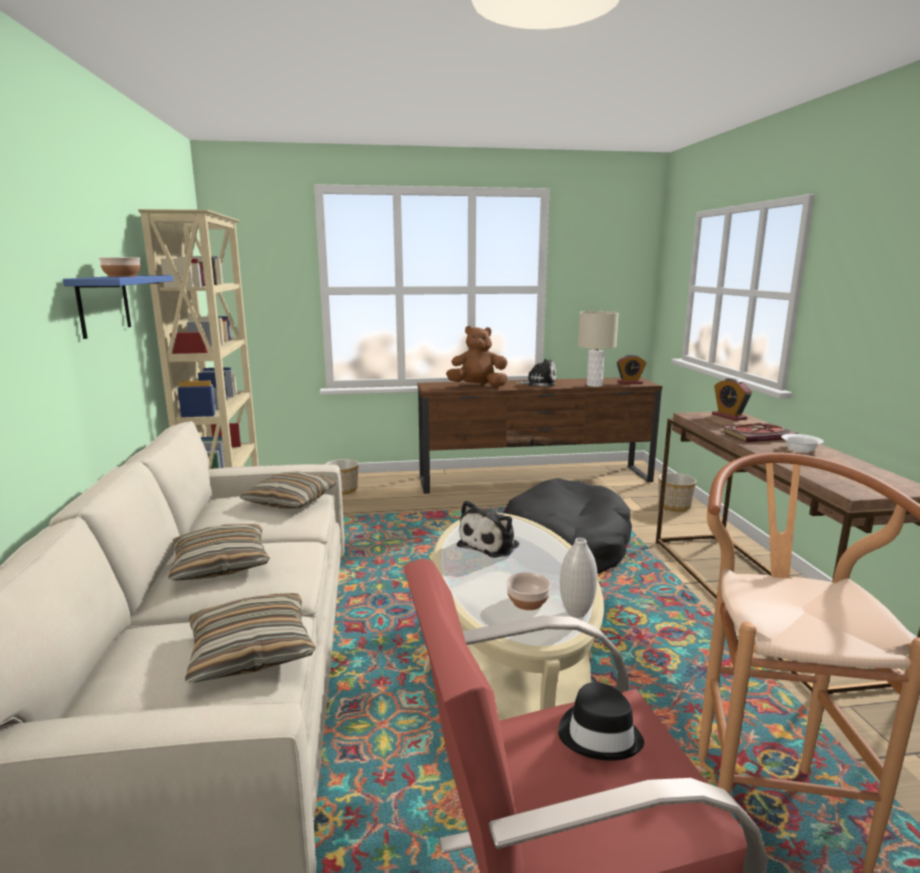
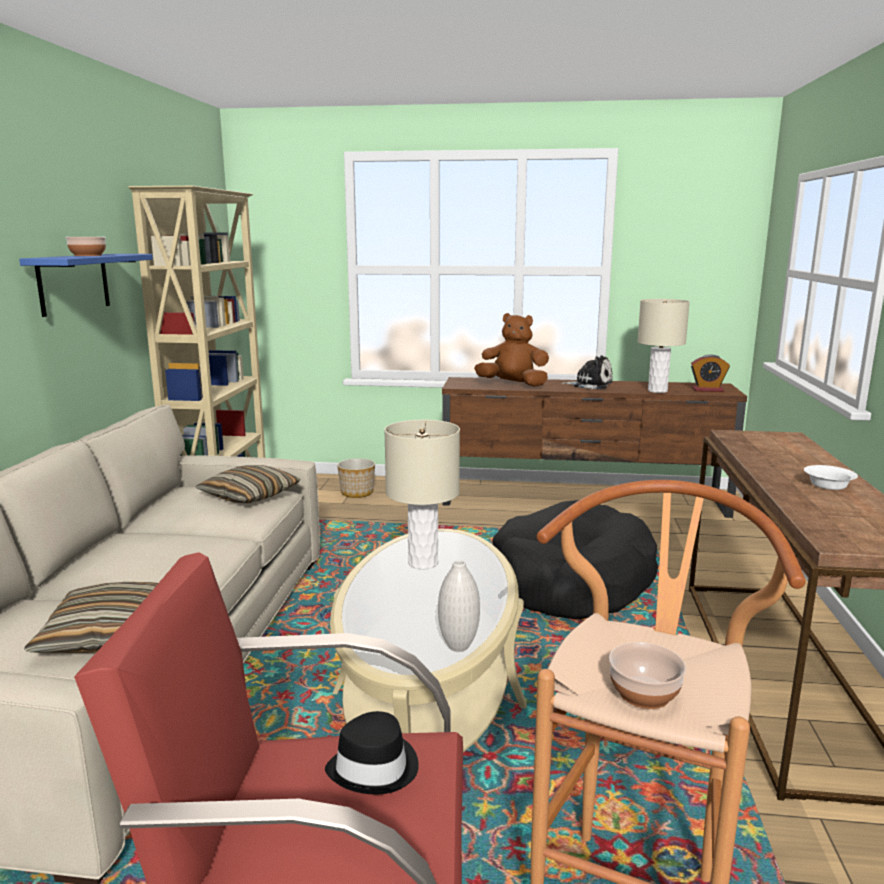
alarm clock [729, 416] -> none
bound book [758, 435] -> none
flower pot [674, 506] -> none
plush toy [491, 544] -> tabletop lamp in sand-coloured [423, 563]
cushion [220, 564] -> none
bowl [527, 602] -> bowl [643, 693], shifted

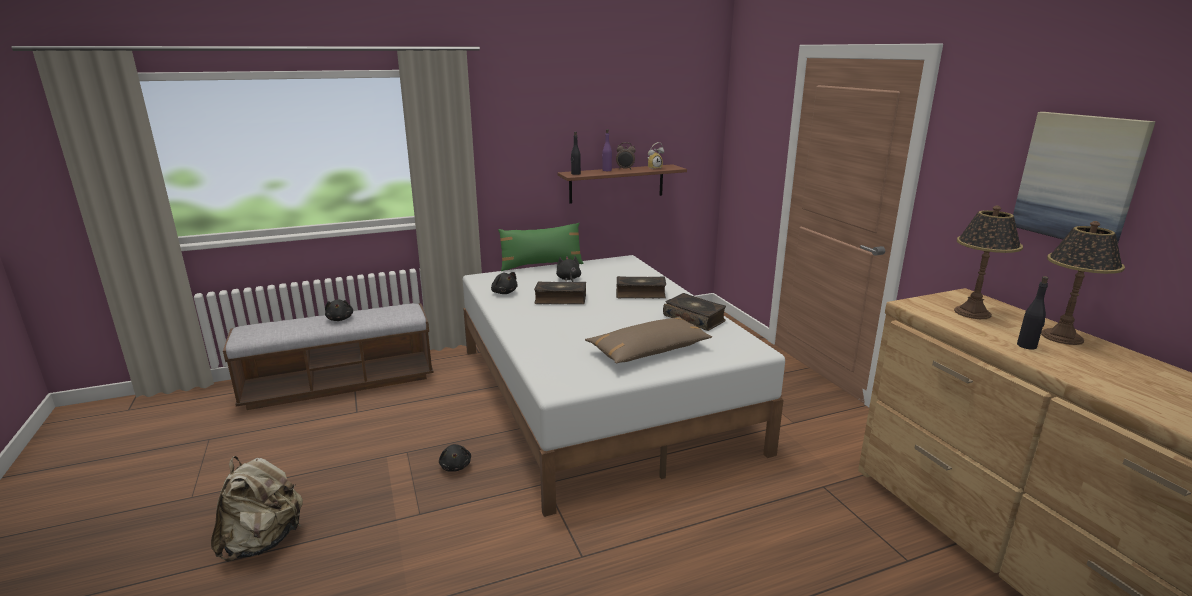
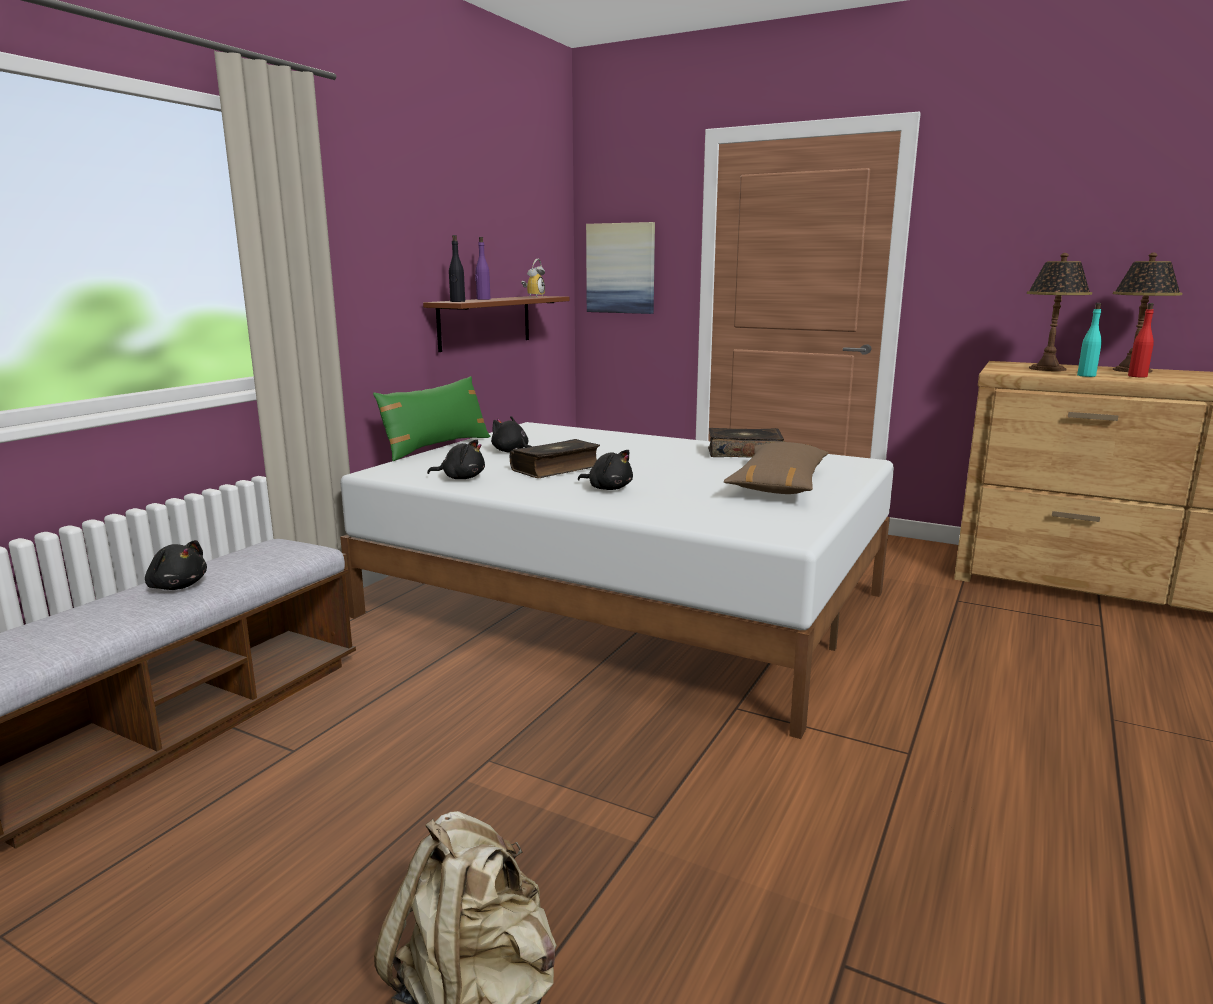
picture [1078, 178] -> picture [621, 268], shifted
alarm clock [625, 169] -> none
bound book [640, 293] -> none
bottle in black [1027, 346] -> bottle in red-coloured [1137, 376]
plush toy in black [455, 466] -> plush toy in black [608, 488], shifted
none -> bottle in blue-green [1086, 375]

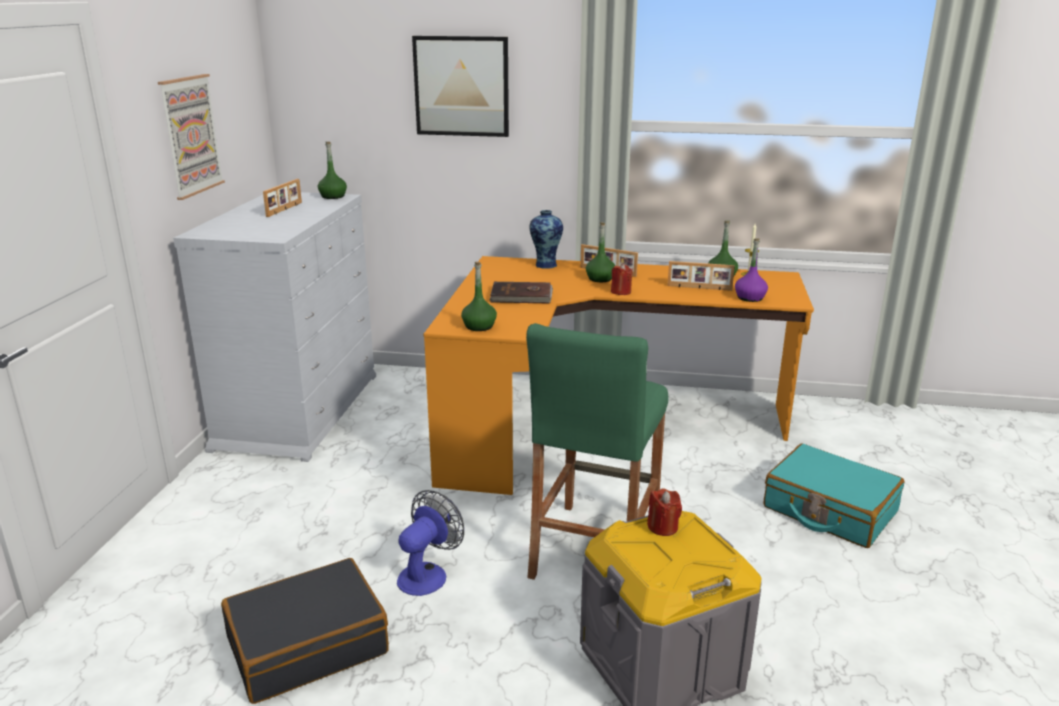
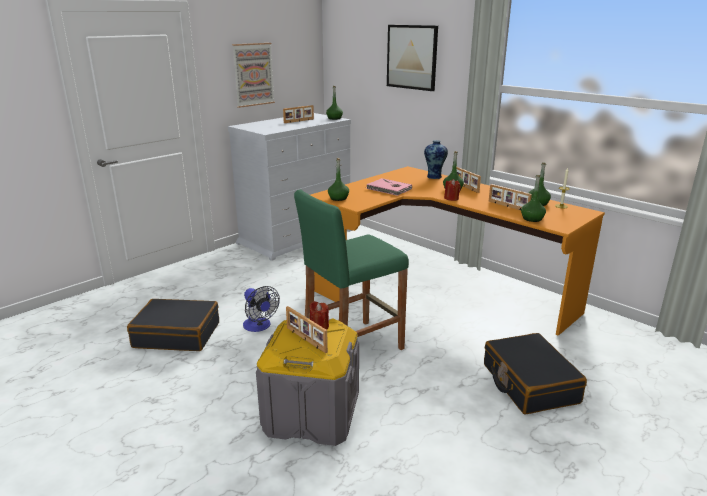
bottle in purple [749, 298] -> bottle in green-coloured [532, 219]
bound book in brown-coloured [521, 296] -> bound book in pinkish [389, 189]
suitcase in blue-green [829, 510] -> suitcase in black [529, 383]
electric fan [427, 574] -> electric fan [259, 326], 75 degrees clockwise
none -> standing frame [305, 340]

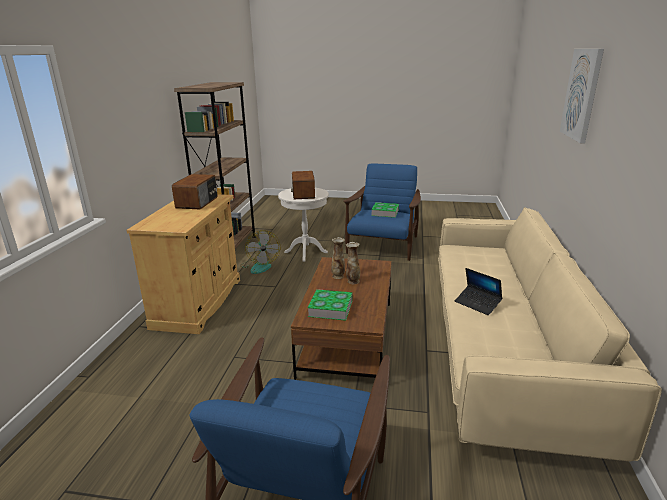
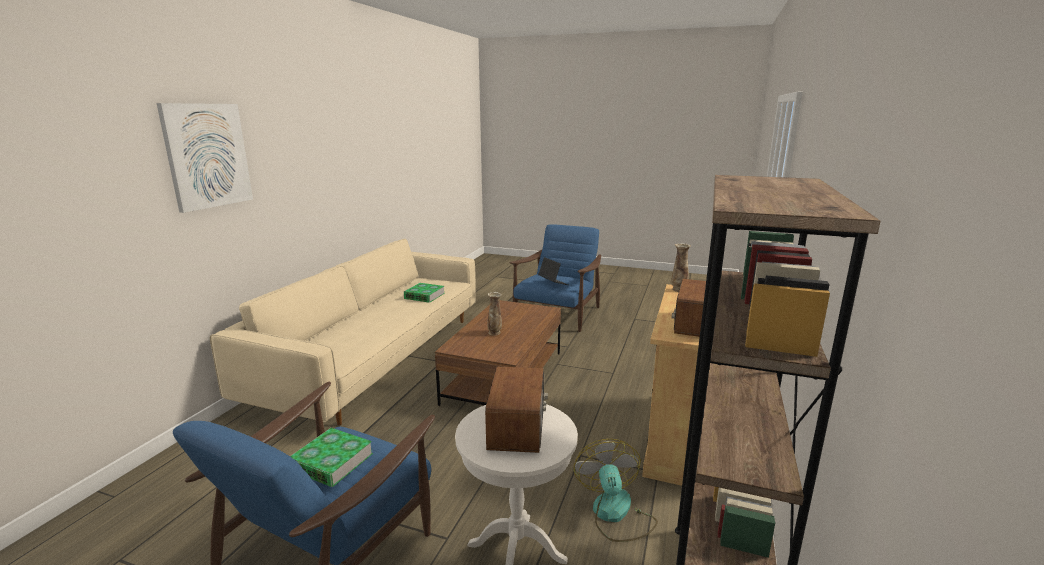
flower vase [338, 276] -> flower vase [678, 290], shifted
portable computer [477, 304] -> portable computer [553, 283], shifted
bound book [330, 308] -> bound book [424, 296], shifted

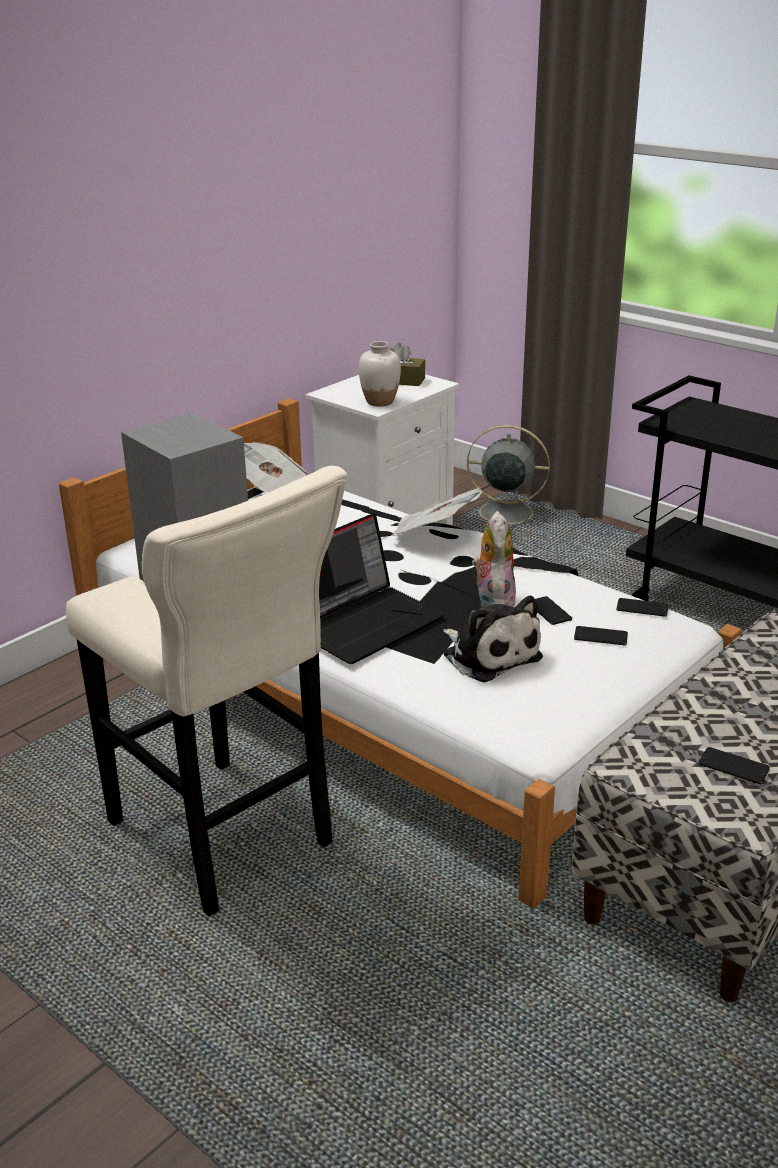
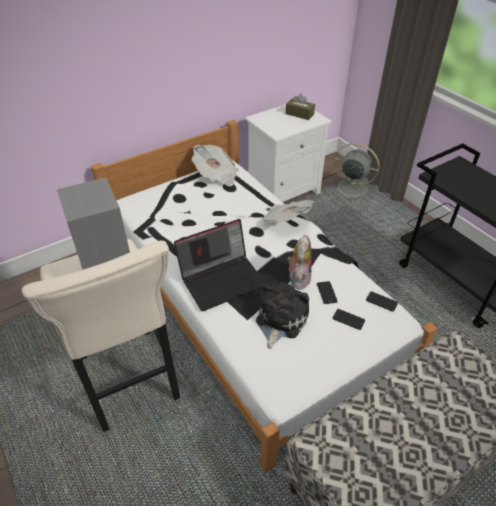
flower vase in white-coloured [379, 402] -> none
plush toy [489, 655] -> plush toy [280, 320], 135 degrees counterclockwise
handset [733, 766] -> none

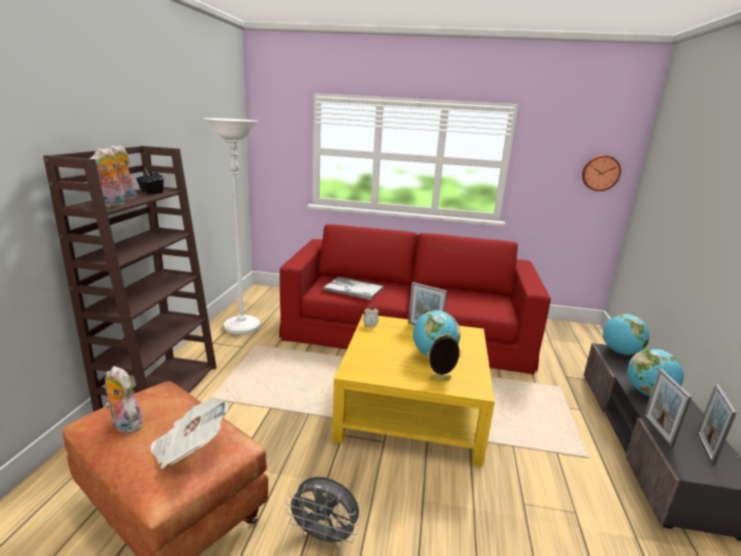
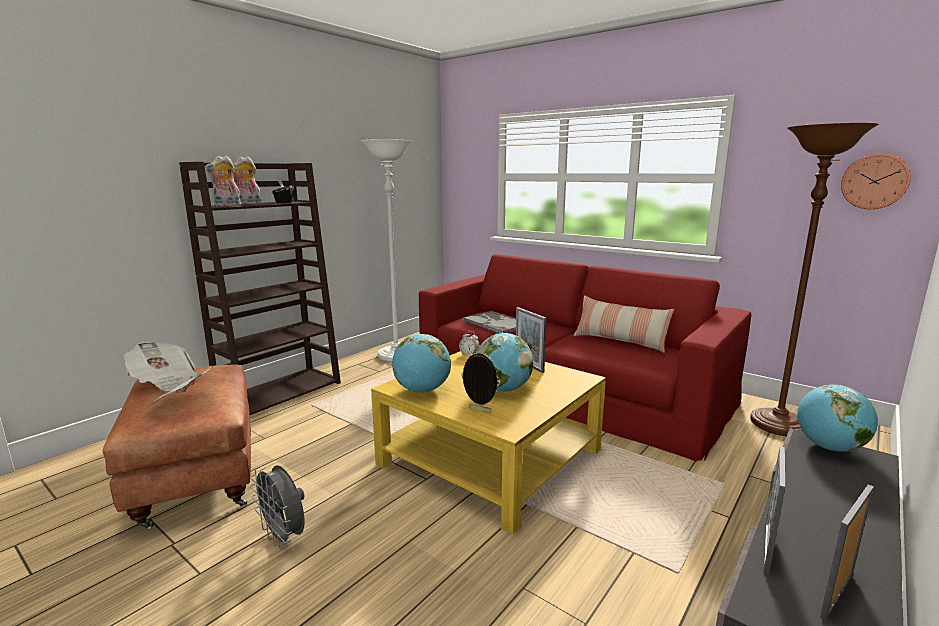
desk globe [648, 393] -> desk globe [422, 390], shifted
plush toy [124, 425] -> daily paper [164, 381]
none -> standard lamp in brown-coloured [778, 425]
none -> cushion [620, 341]

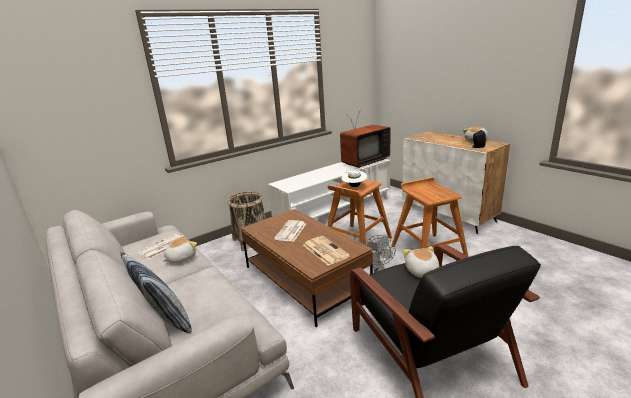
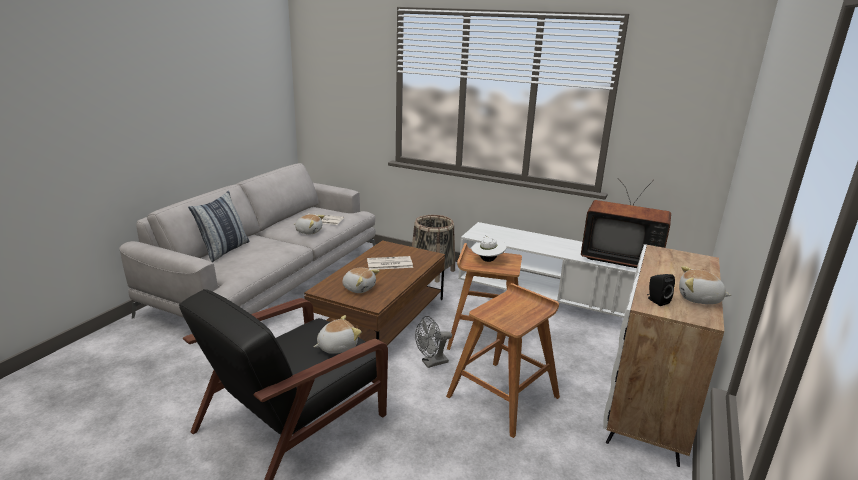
daily paper [324, 250] -> plush toy [359, 288]

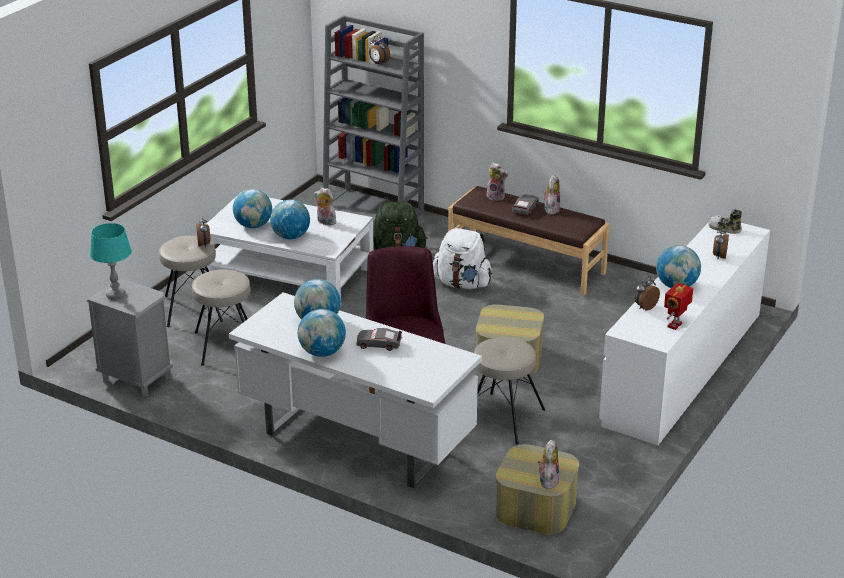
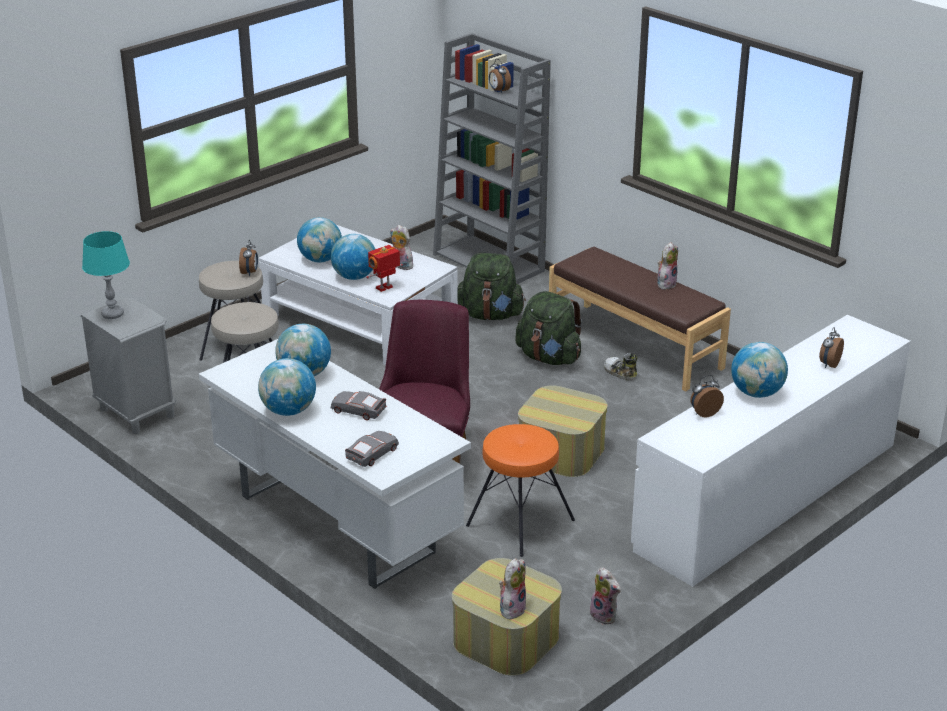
plush toy [496, 197] -> plush toy [605, 615], shifted
miniature car in gray [525, 208] -> miniature car in gray [372, 454], shifted
item of footwear [724, 228] -> item of footwear [620, 373], shifted
knapsack in white-coloured [462, 284] -> knapsack in green-coloured [549, 358]
model robot [675, 325] -> model robot [385, 288], shifted
stool in sand-coloured [502, 418] -> stool in orange-coloured [519, 522]

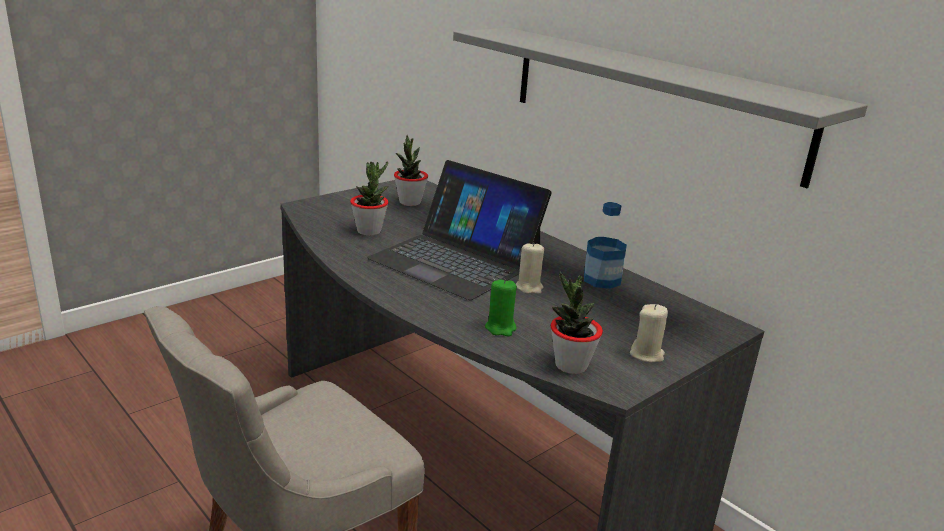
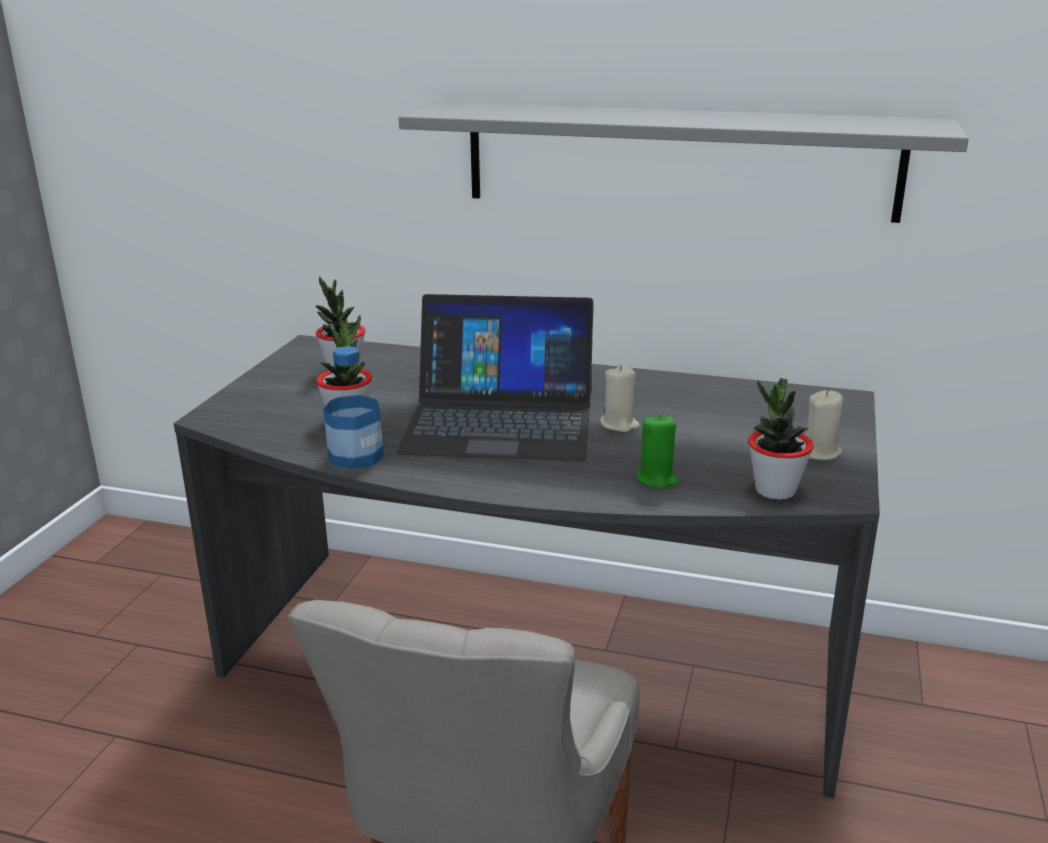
bottle [602, 280] -> bottle [356, 456], shifted

